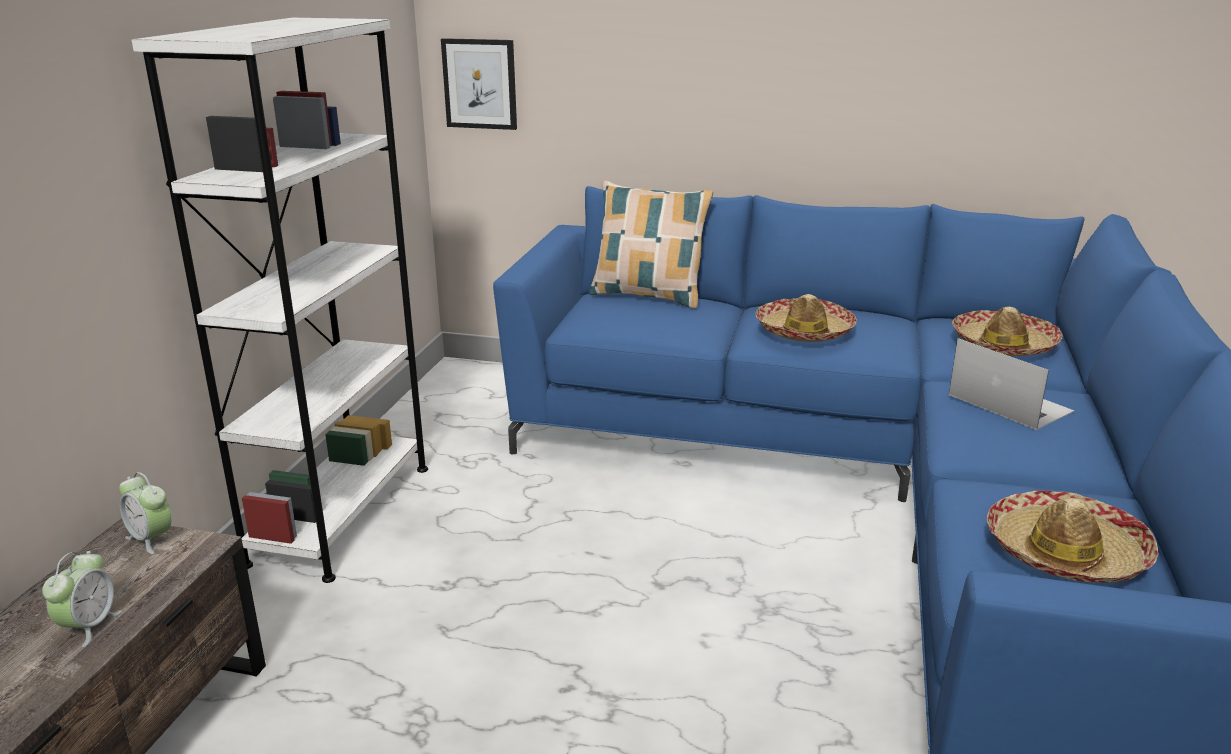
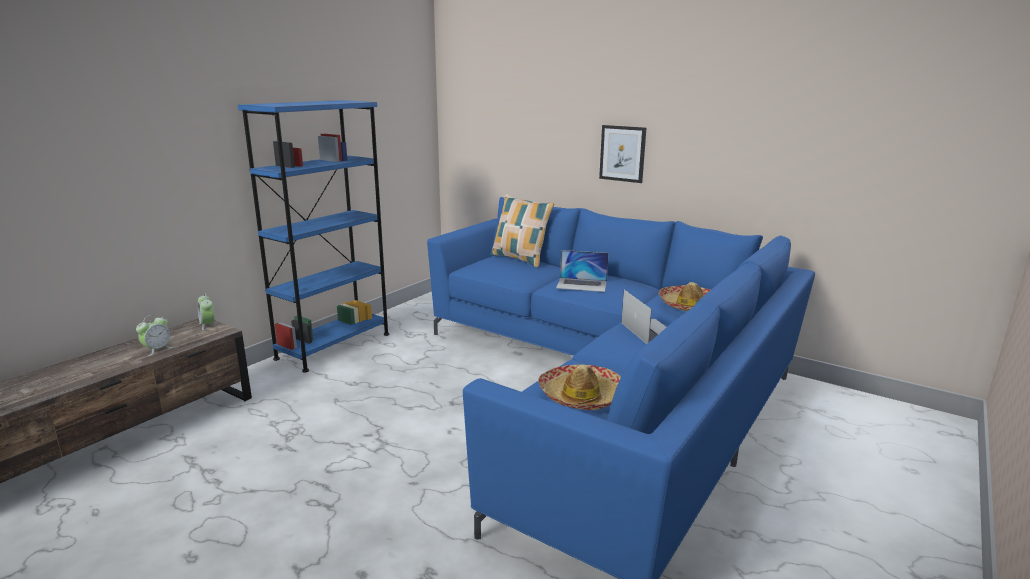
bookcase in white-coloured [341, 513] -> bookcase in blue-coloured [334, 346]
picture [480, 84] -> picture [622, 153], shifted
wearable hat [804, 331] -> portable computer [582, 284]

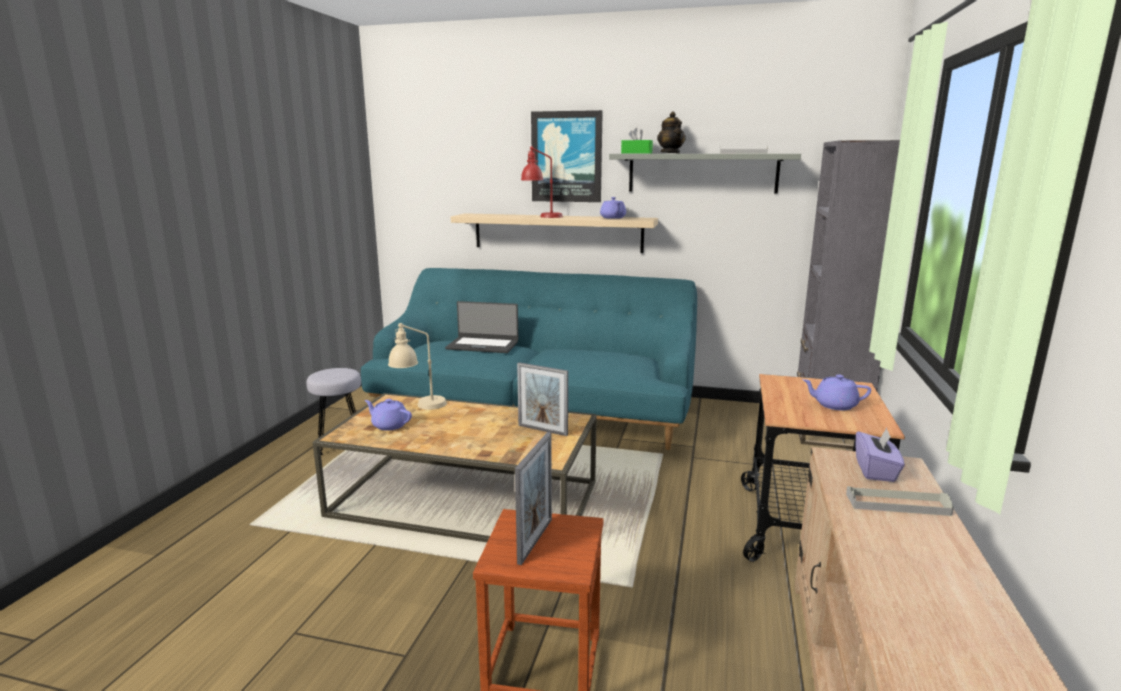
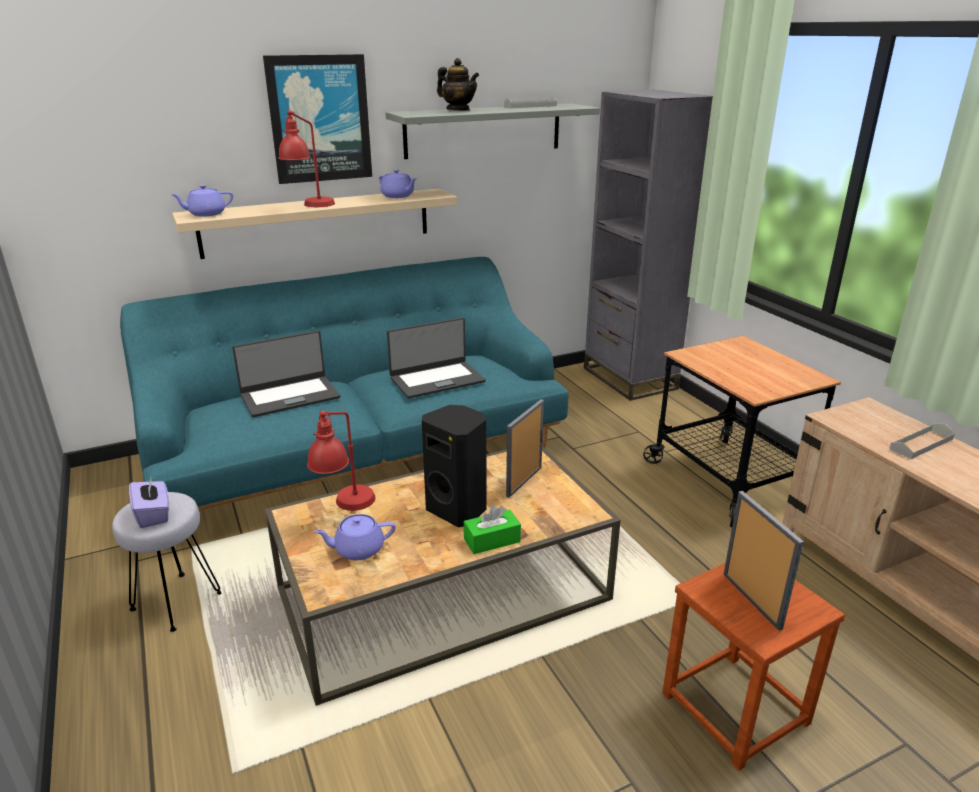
box of tissues in green-coloured [636, 153] -> box of tissues in green-coloured [492, 540], shifted
tabletop lamp in sand-coloured [419, 406] -> tabletop lamp in red-coloured [345, 508]
standing frame [542, 430] -> standing frame [524, 481], 135 degrees clockwise
teapot in purple [834, 405] -> teapot in purple [206, 214], shifted
box of tissues in purple [876, 471] -> box of tissues in purple [153, 514], shifted
none -> portable computer [436, 379]
none -> loudspeaker in black [458, 509]

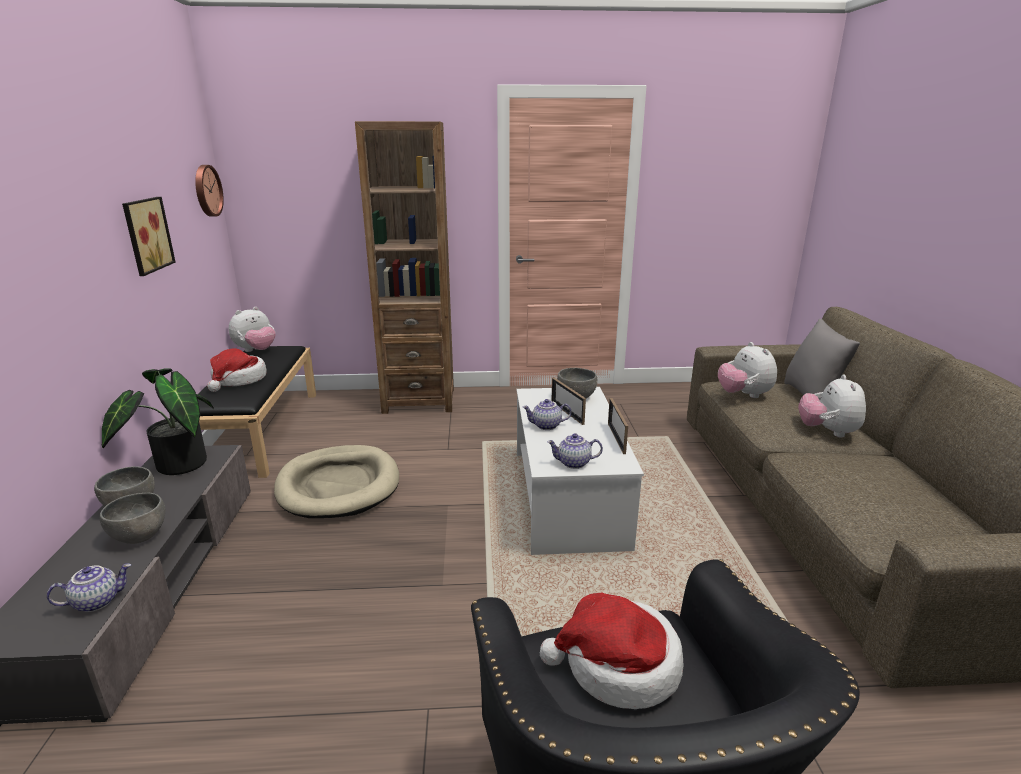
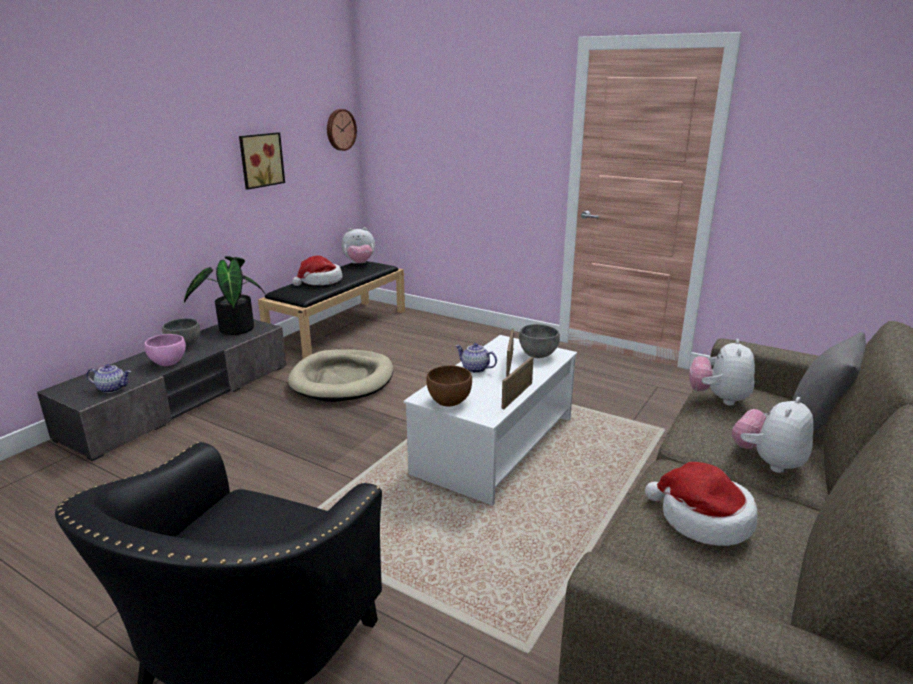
bookcase in brown-coloured [419, 400] -> none
teapot [573, 463] -> bowl in brown-coloured [449, 402]
bowl in gray [140, 536] -> bowl in pinkish [168, 363]
wearable hat [618, 665] -> wearable hat [702, 519], shifted

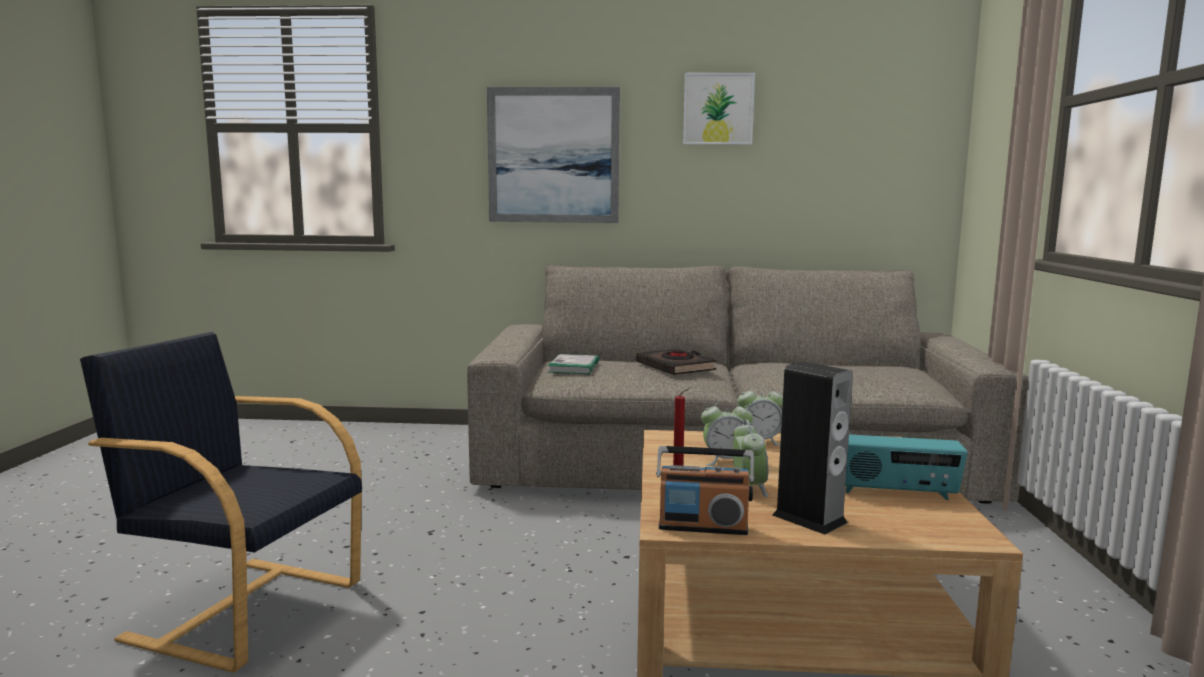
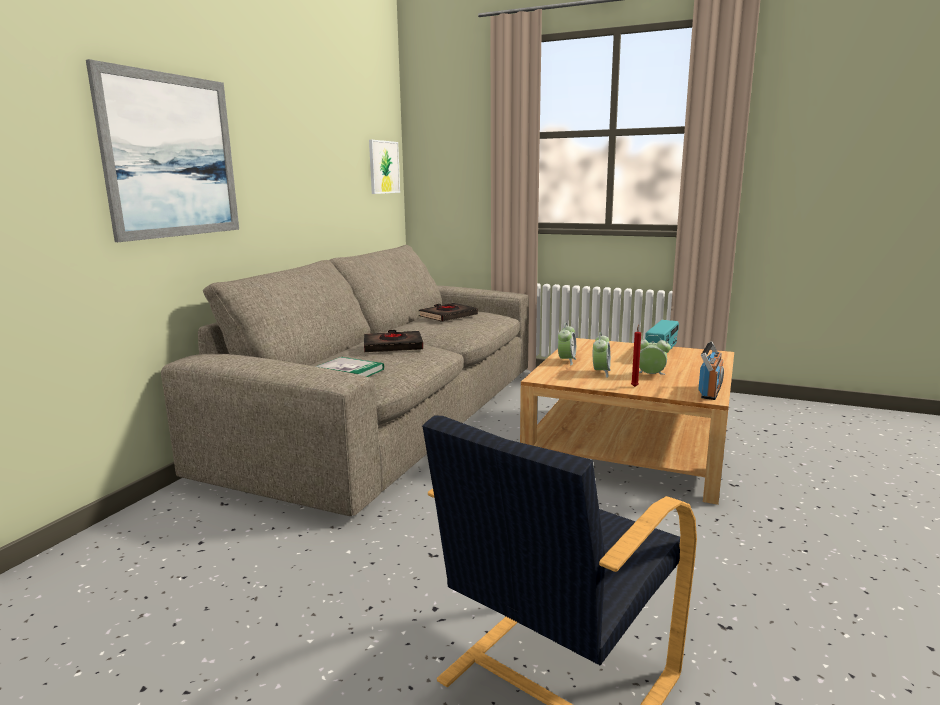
picture [718, 109] -> picture [383, 167], shifted
loudspeaker [809, 519] -> none
none -> bound book in black [448, 316]

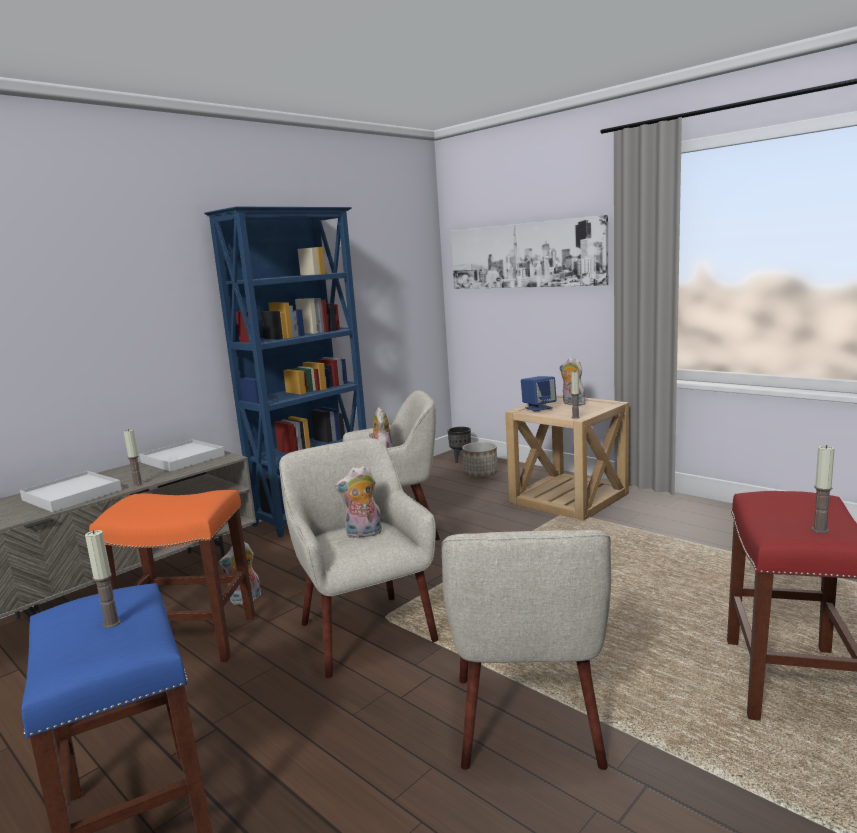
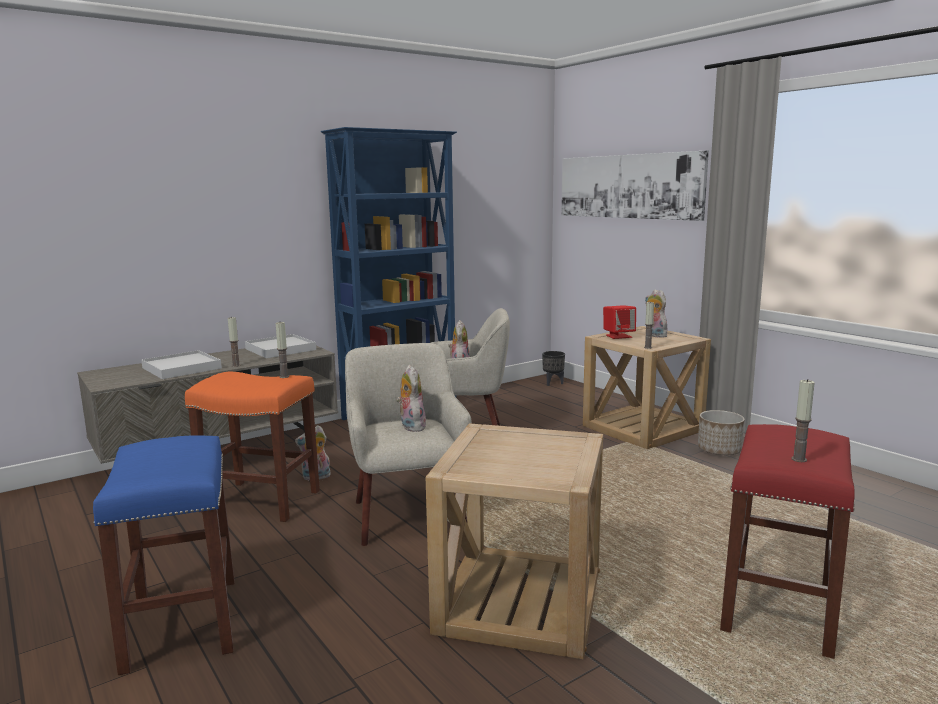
loudspeaker in blue-coloured [538, 408] -> loudspeaker in red-coloured [618, 336]
flower pot [480, 474] -> flower pot [719, 450], shifted
plush toy [363, 534] -> plush toy [411, 426], 75 degrees clockwise
wax candle [111, 623] -> wax candle [284, 376], shifted
lounge chair in sand-coloured [528, 721] -> end table in sand-coloured [519, 602]

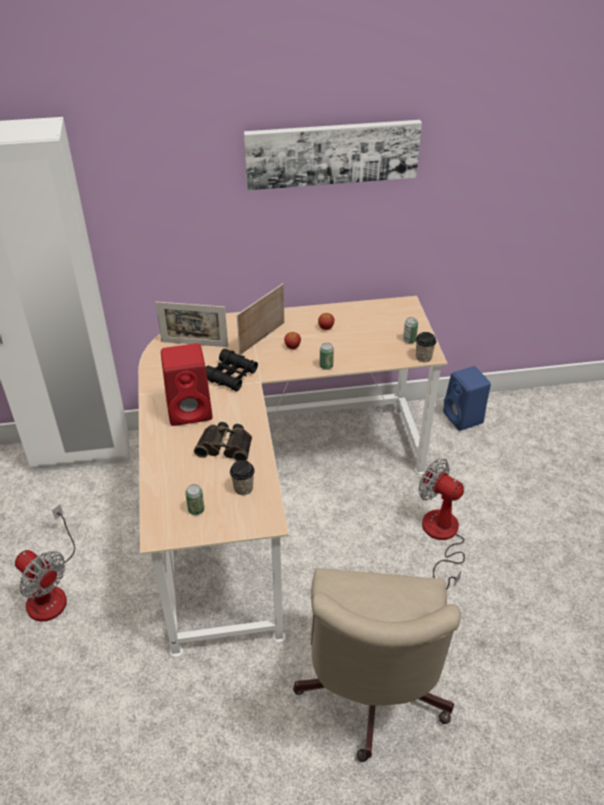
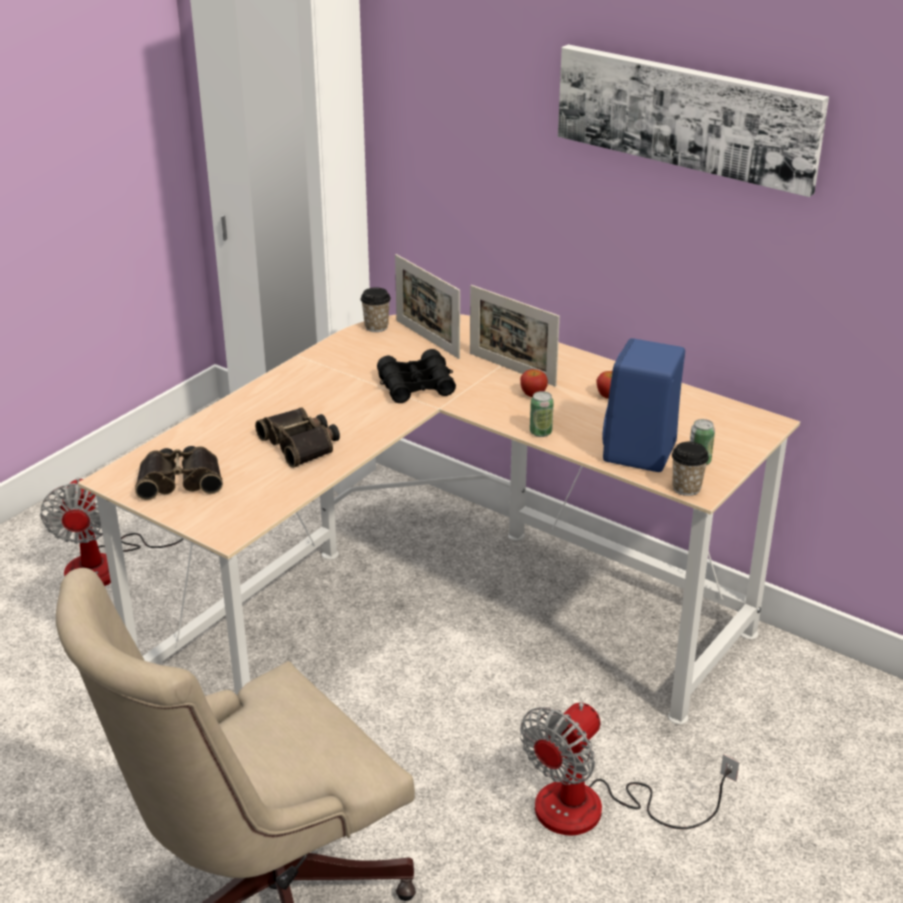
standing frame [262, 338] -> standing frame [512, 369], 135 degrees counterclockwise
loudspeaker in red-coloured [191, 410] -> none
loudspeaker in blue-coloured [464, 418] -> loudspeaker in blue-coloured [640, 453], shifted
electric fan [441, 537] -> electric fan [594, 810], 135 degrees counterclockwise
drinking cup [243, 488] -> drinking cup [376, 327], shifted
metal can [196, 510] -> pair of binoculars [180, 480]

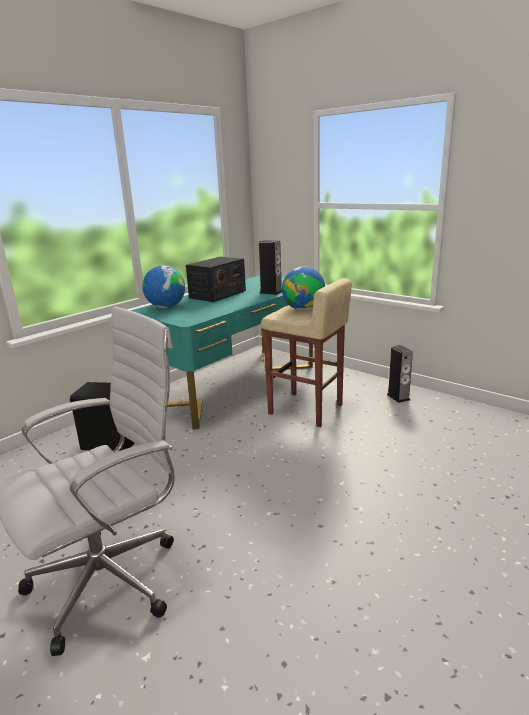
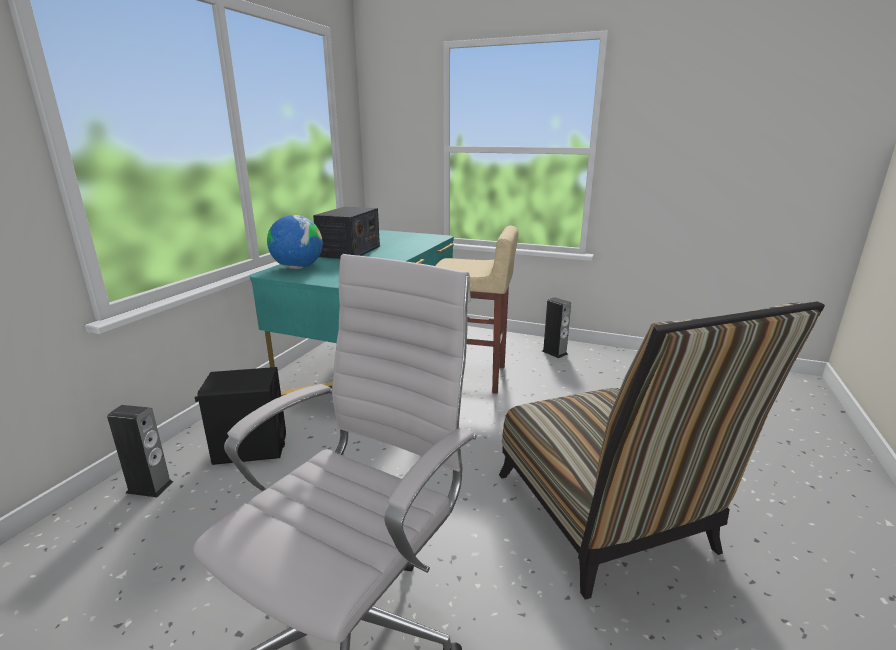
loudspeaker [271, 292] -> loudspeaker [150, 487], shifted
desk globe [303, 309] -> none
none -> chair [608, 520]

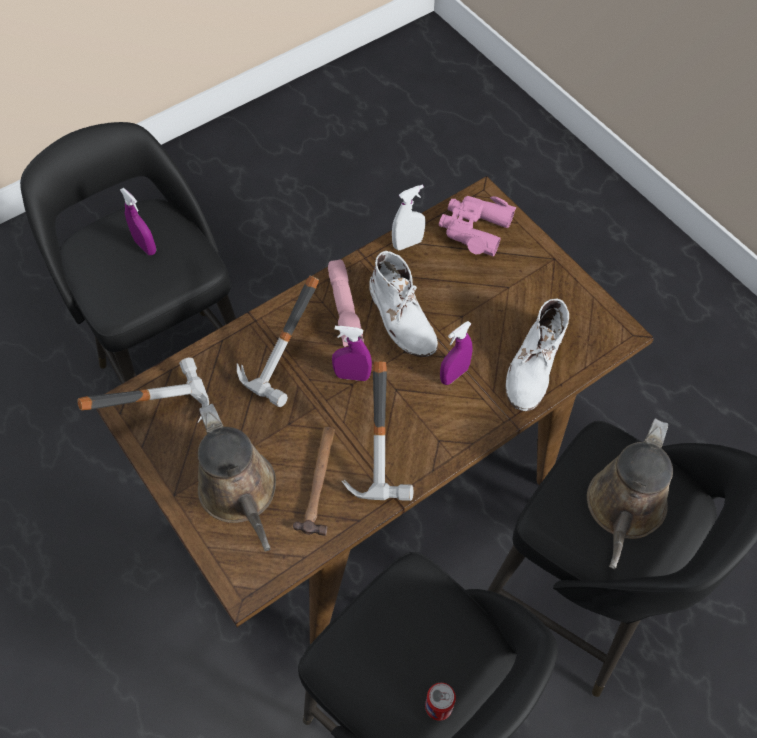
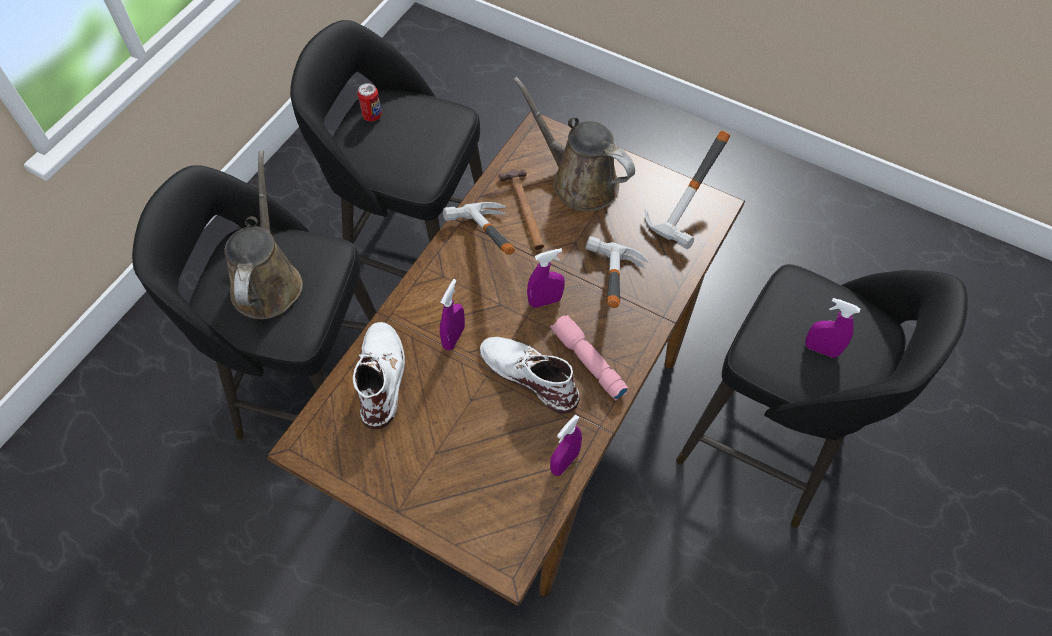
hand sprayer in white-coloured [408, 243] -> hand sprayer in purple [564, 462]
pair of binoculars in pinkish [474, 229] -> none

